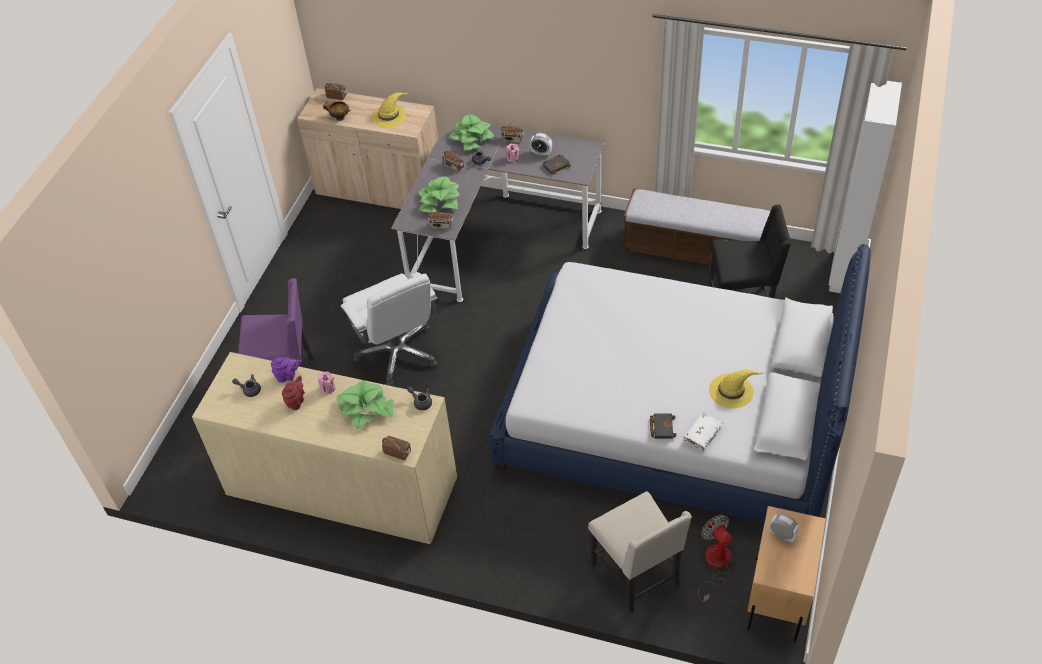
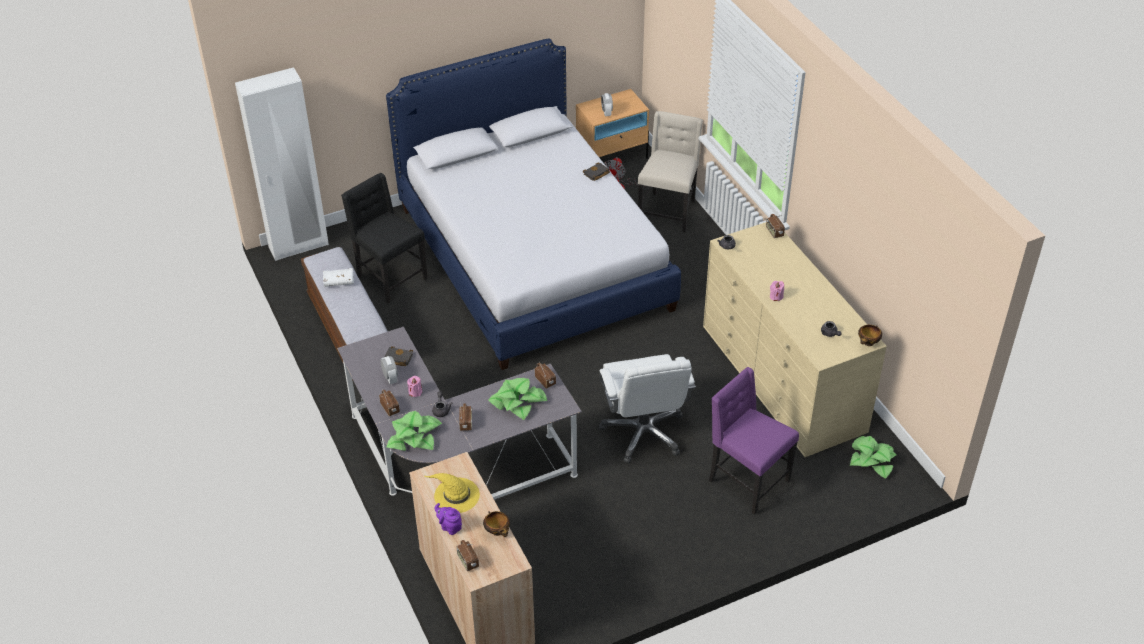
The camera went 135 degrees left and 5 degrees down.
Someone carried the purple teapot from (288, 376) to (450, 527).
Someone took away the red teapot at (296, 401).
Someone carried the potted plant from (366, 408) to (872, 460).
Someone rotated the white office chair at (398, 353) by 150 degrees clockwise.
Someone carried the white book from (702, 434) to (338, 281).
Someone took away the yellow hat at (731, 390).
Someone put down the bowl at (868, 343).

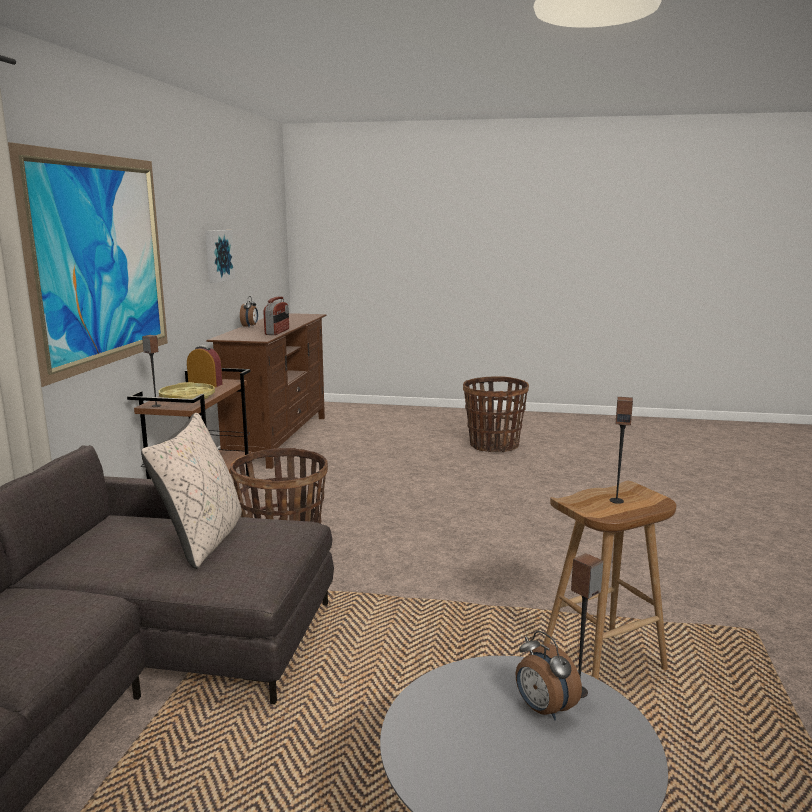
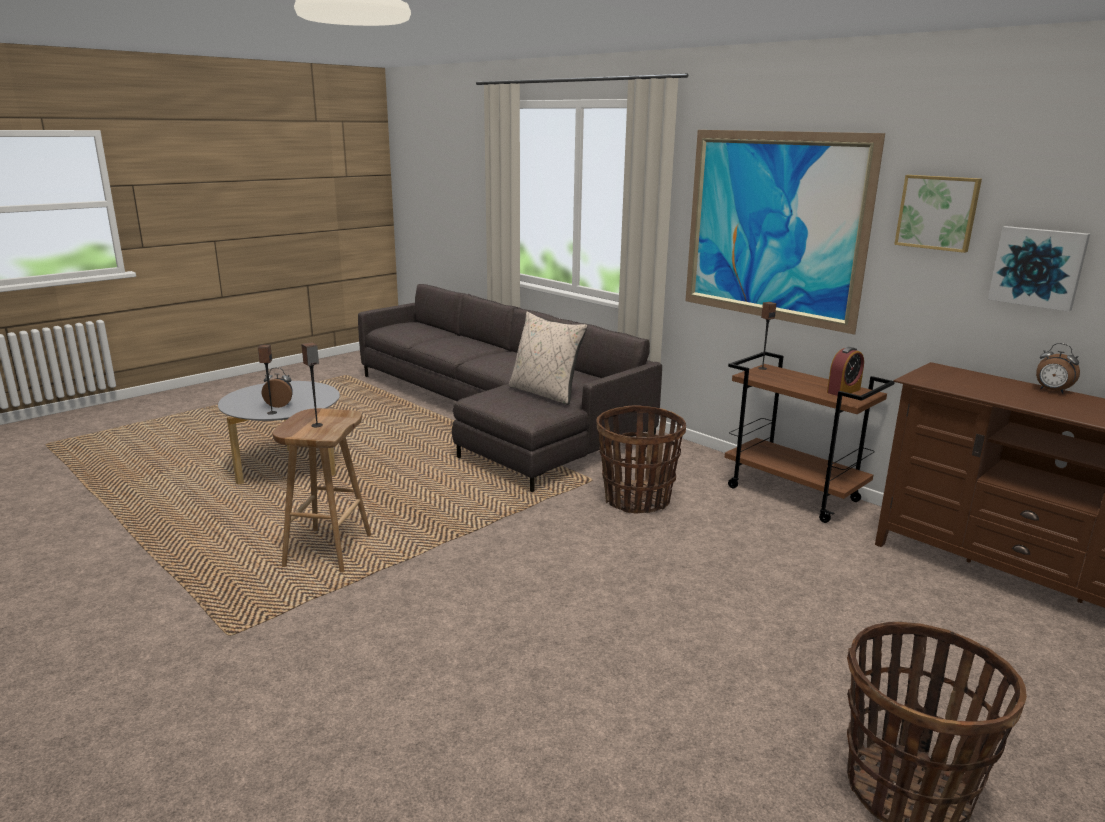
The camera went 125 degrees right and 5 degrees up.
Someone took away the yellow tray at (187, 397).
Someone took away the radio at (277, 332).
Someone put up the picture at (937, 212).

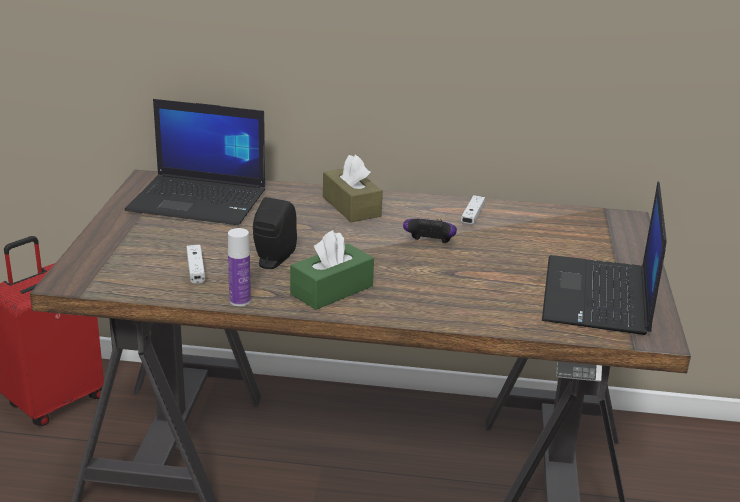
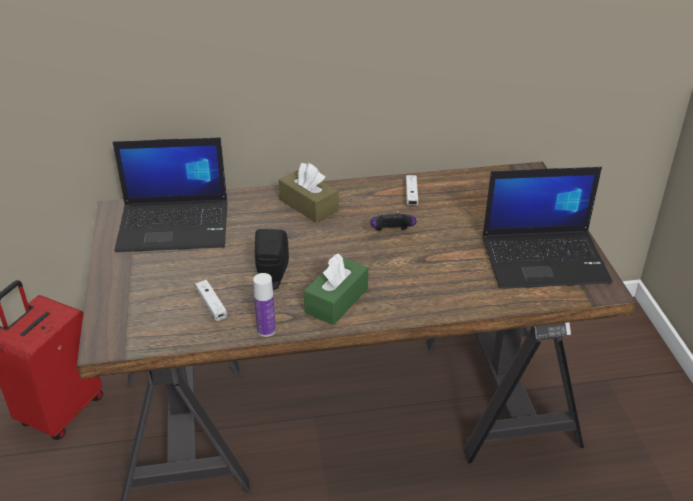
The camera went 15 degrees left and 10 degrees up.
Someone rotated the laptop at (598, 297) by 90 degrees counterclockwise.

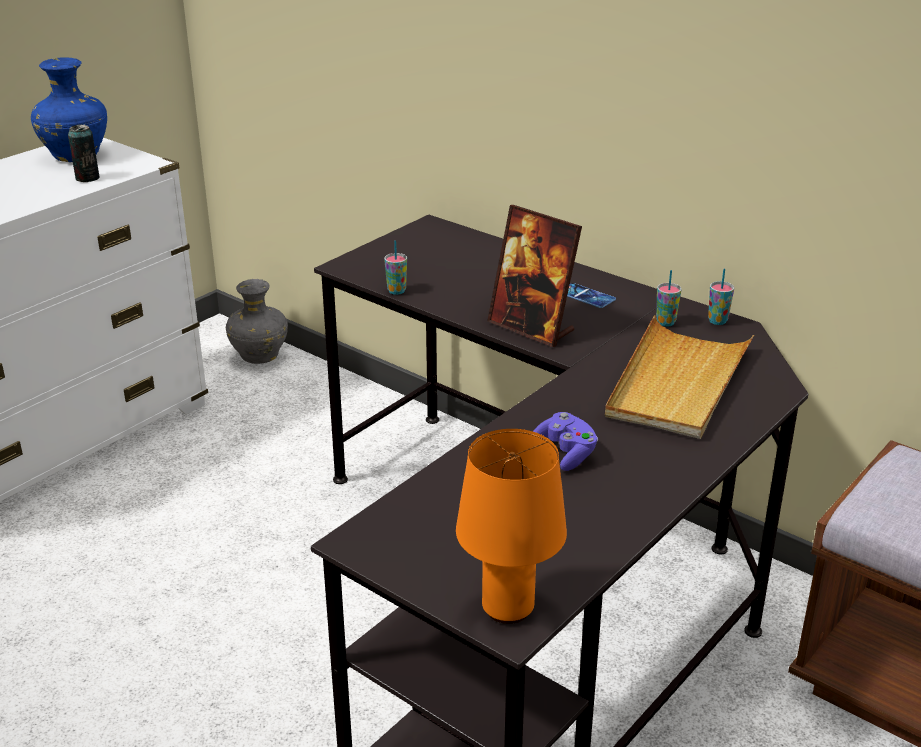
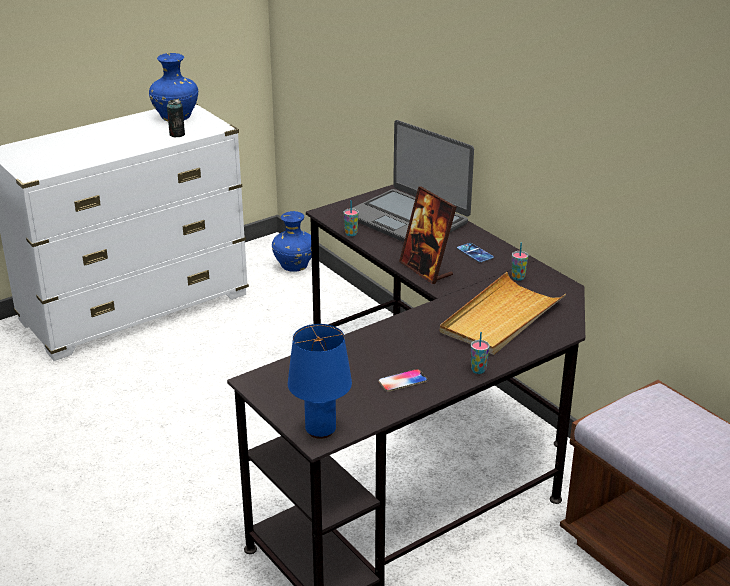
The camera went 15 degrees right and 0 degrees up.
Someone repainted the grey vase at (259, 356), which became the blue vase at (294, 266).
Someone repainted the orange table lamp at (509, 608), which became the blue table lamp at (321, 430).
Someone took away the purple game controller at (566, 453).
Someone carried the cup from (717, 321) to (478, 370).
Someone put down the laptop at (407, 219).
Someone put down the phone at (402, 381).

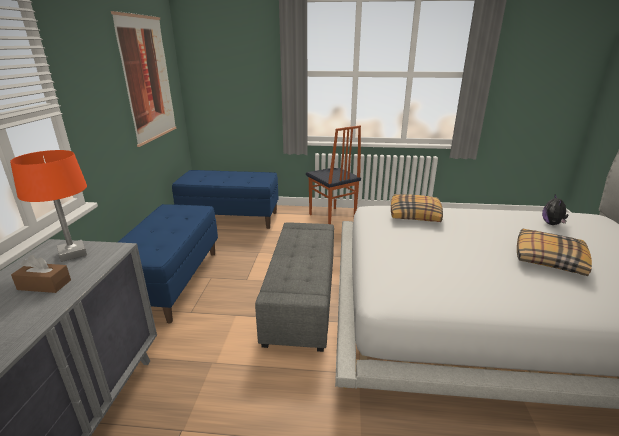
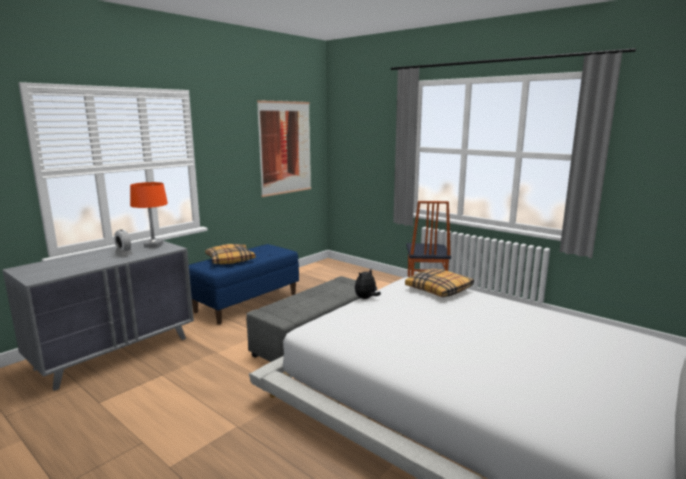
The camera went 35 degrees right and 10 degrees down.
Someone swapped the brown tissue box at (44, 285) for the alarm clock at (124, 254).
Someone took away the blue bench at (231, 218).
Someone carried the pillow from (548, 259) to (230, 260).
Someone carried the plush toy from (552, 224) to (366, 298).

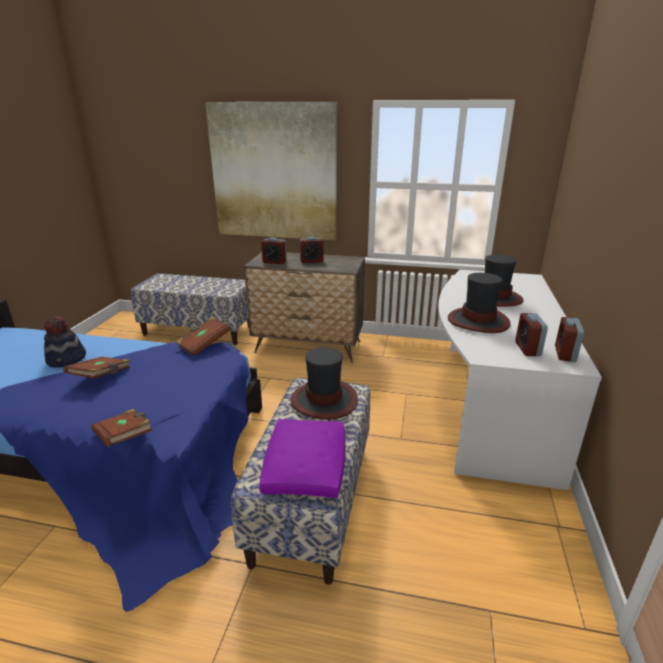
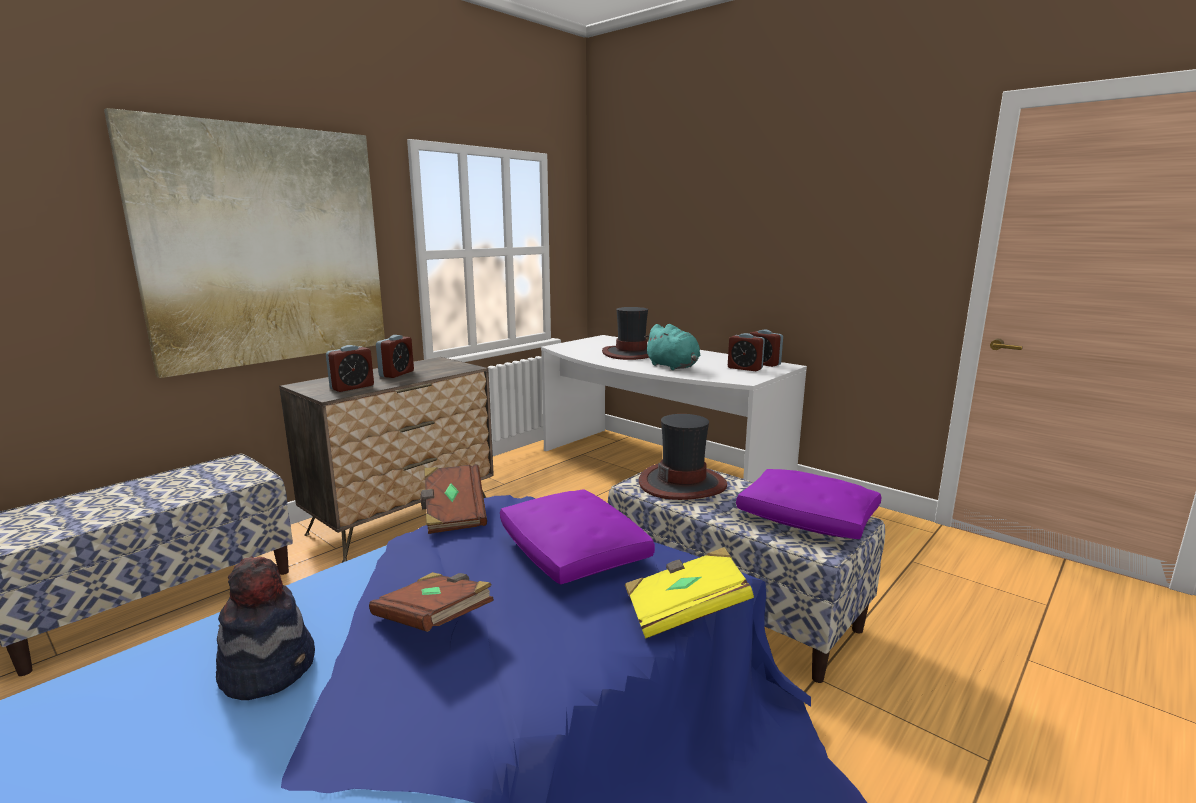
The camera went 60 degrees left and 10 degrees down.
Someone repainted the brown book at (125, 438), which became the yellow book at (685, 612).
Someone swapped the hat at (478, 321) for the turquoise plush toy at (673, 367).
Someone put down the purple pillow at (572, 552).

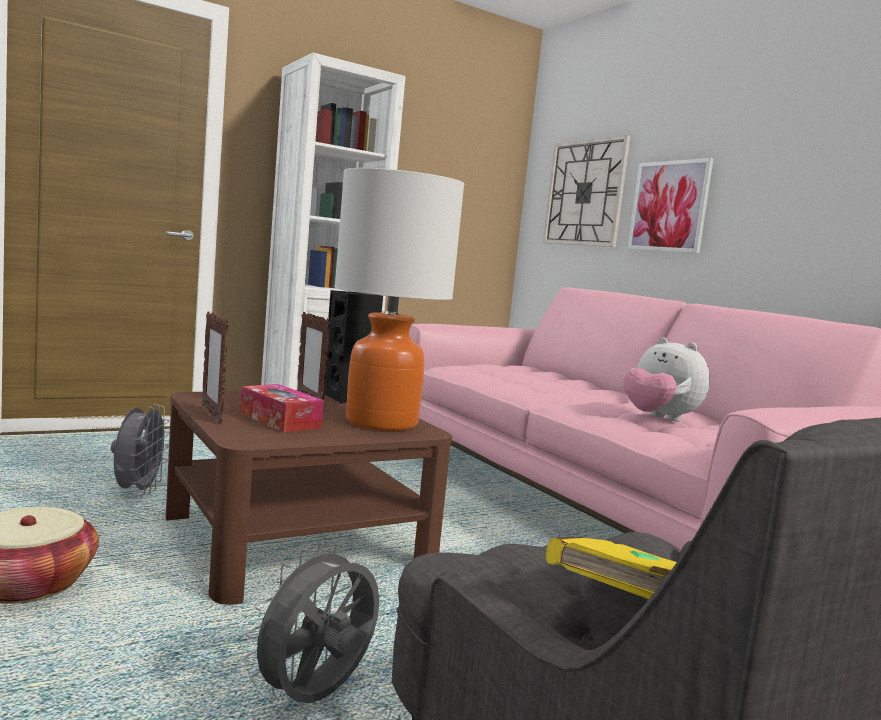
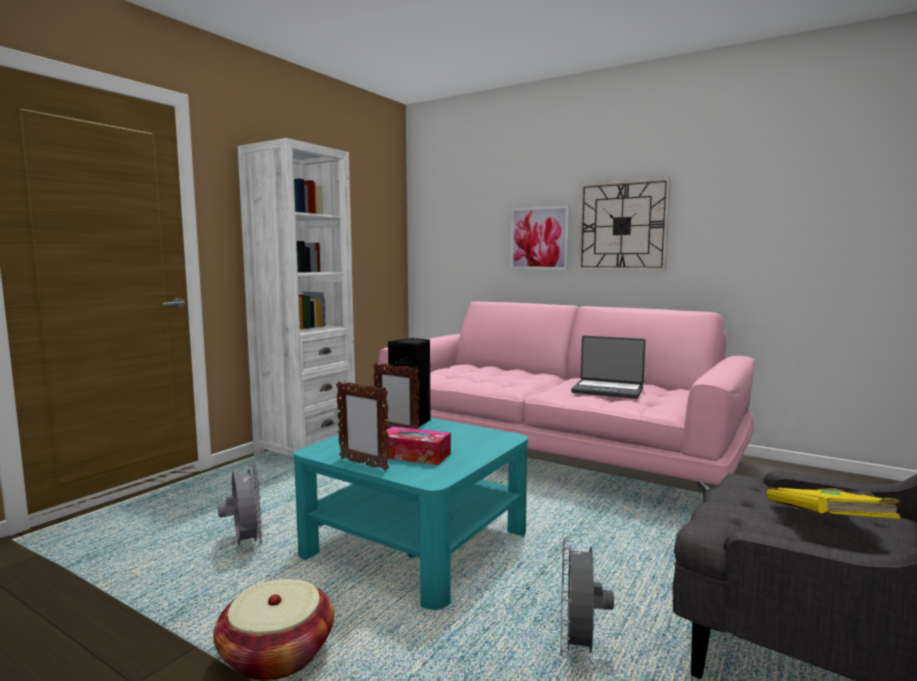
The camera went 25 degrees left and 0 degrees up.
Someone repainted the brown coffee table at (298, 541), which became the turquoise coffee table at (418, 542).
Someone took away the table lamp at (381, 422).
Someone carried the wall clock from (585, 193) to (622, 226).
Someone swapped the plush toy at (659, 418) for the laptop at (608, 390).

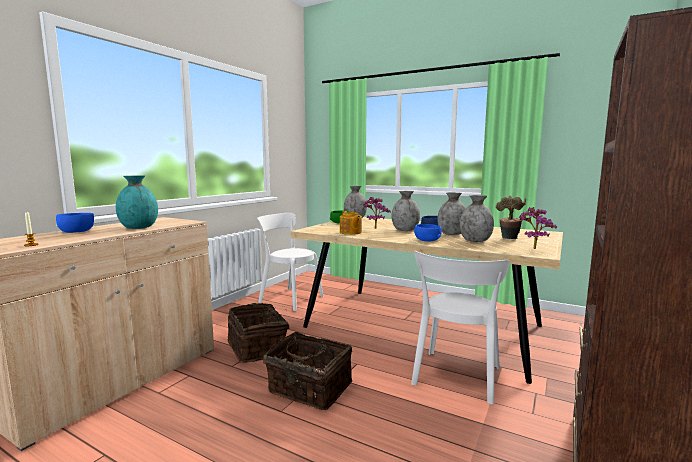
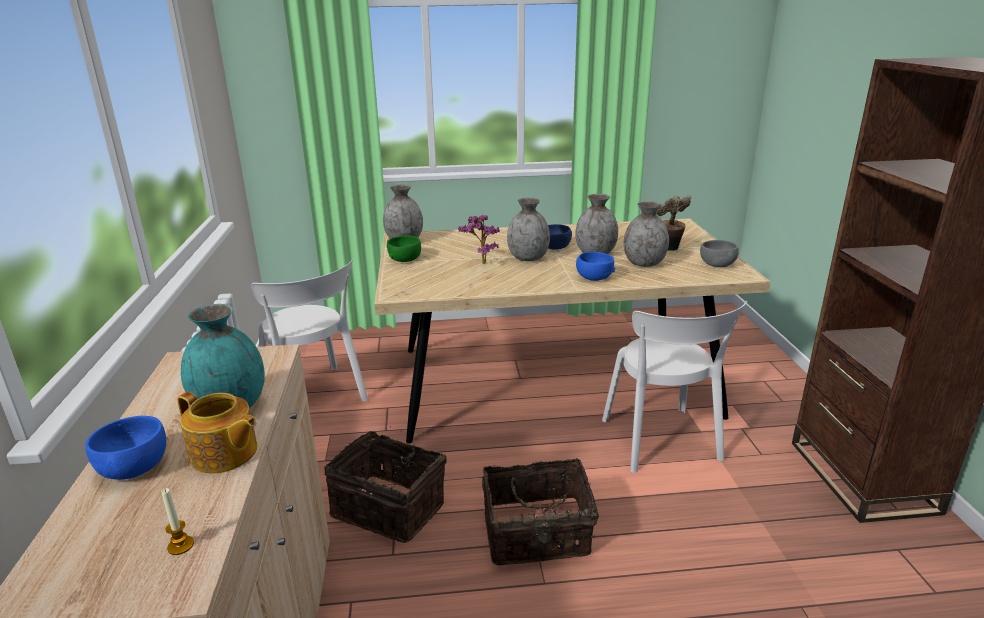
The camera went 35 degrees left and 15 degrees up.
Someone rotated the white chair at (289, 298) by 120 degrees counterclockwise.
Someone carried the teapot from (350, 232) to (224, 454).
Someone swapped the potted plant at (533, 248) for the grey bowl at (717, 264).

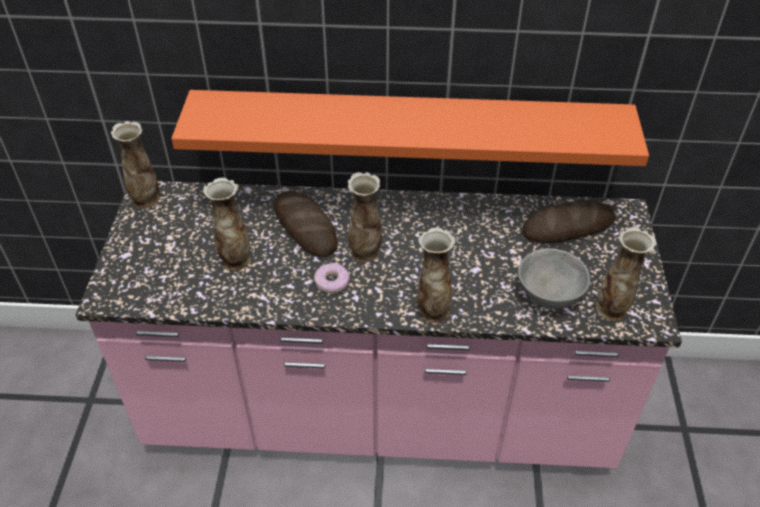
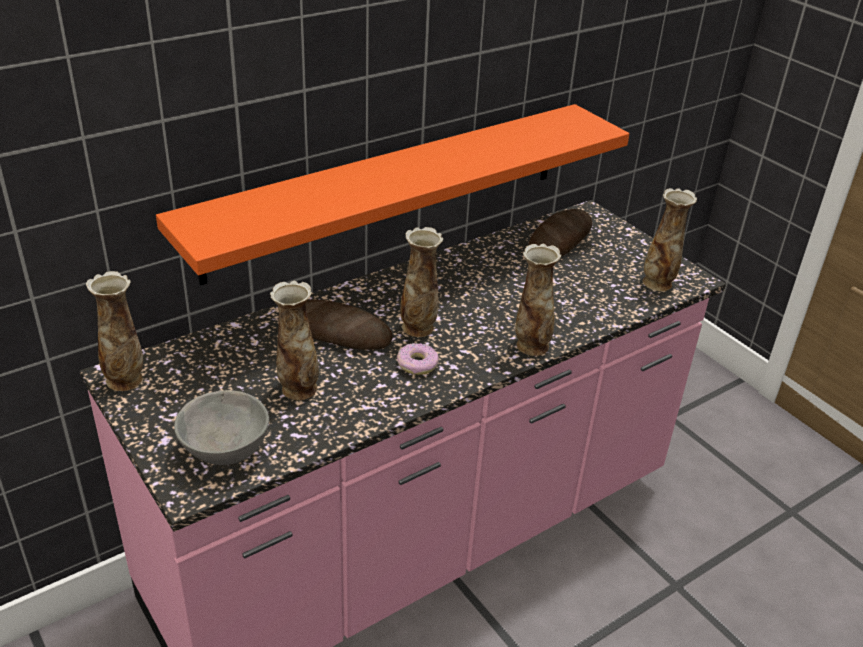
The camera went 40 degrees left and 10 degrees down.
Someone carried the grey bowl from (548, 295) to (224, 451).

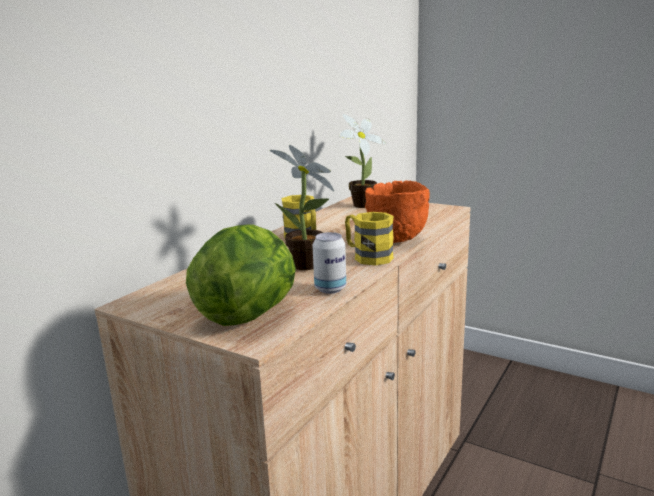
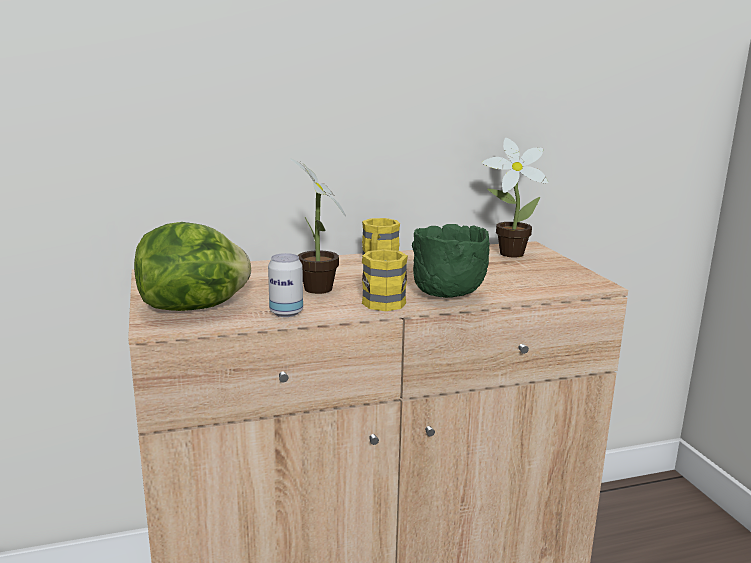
The camera went 40 degrees right and 0 degrees up.
Someone repainted the orange bowl at (398, 240), which became the green bowl at (448, 296).

